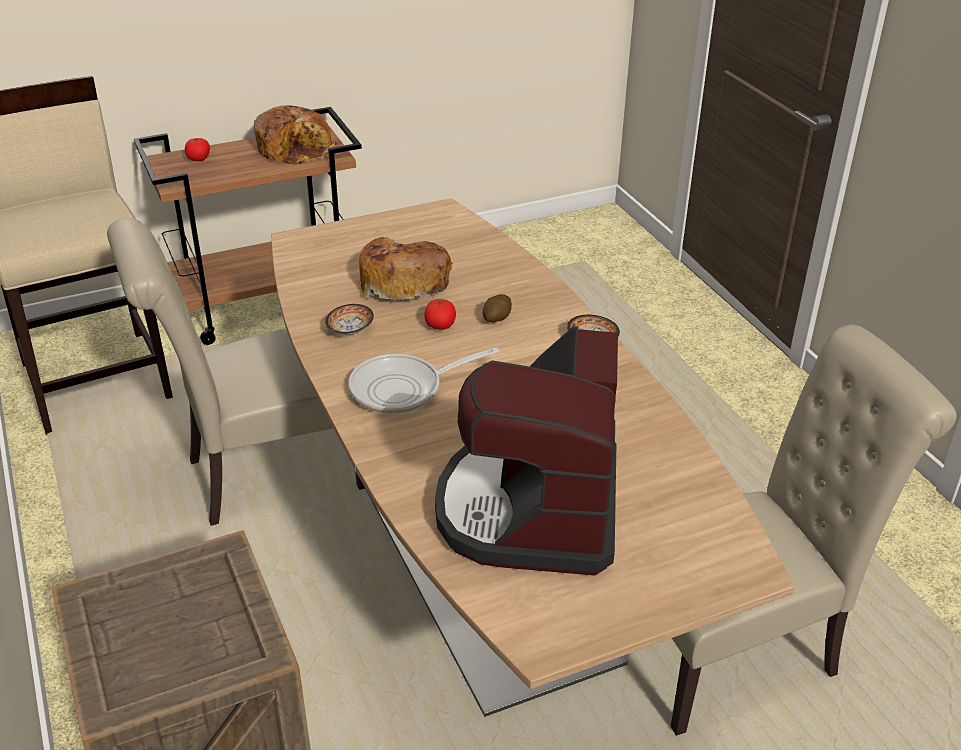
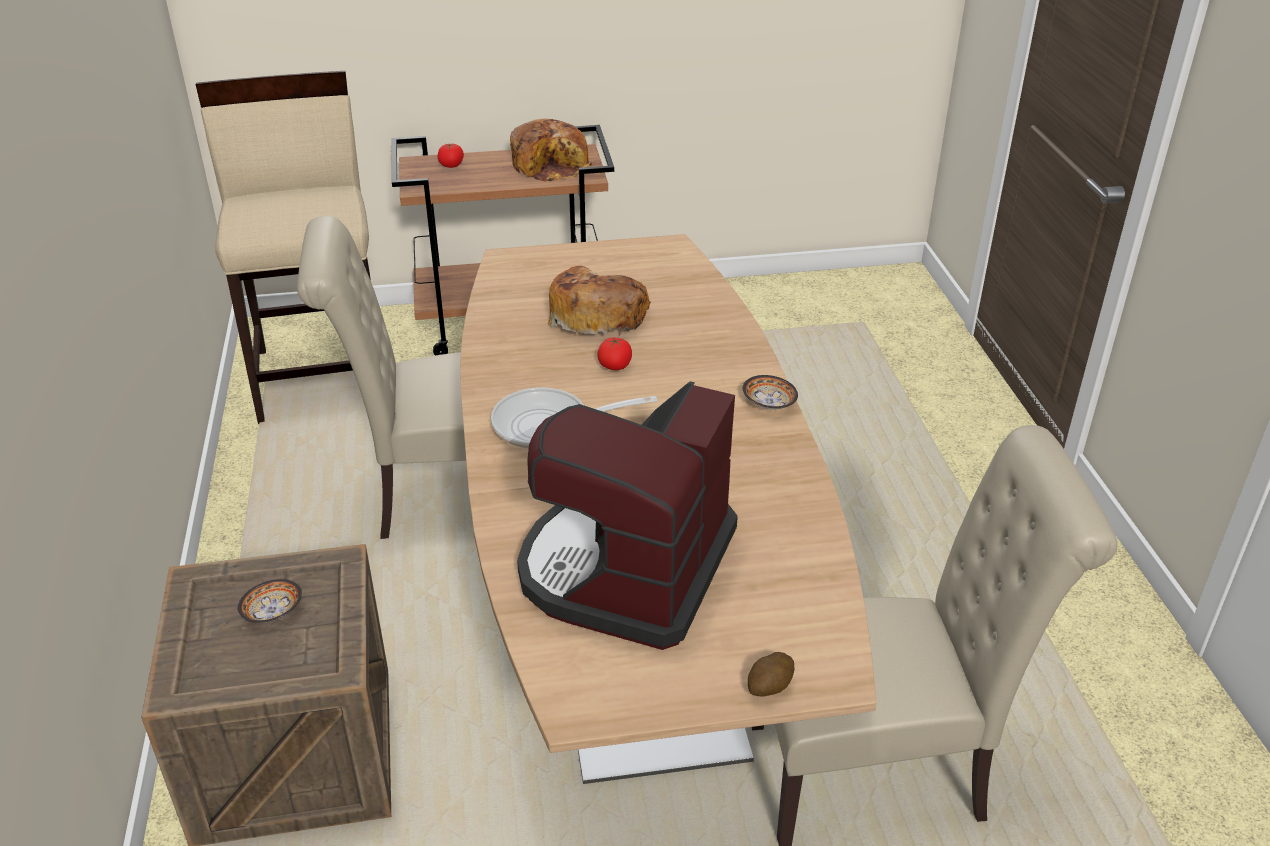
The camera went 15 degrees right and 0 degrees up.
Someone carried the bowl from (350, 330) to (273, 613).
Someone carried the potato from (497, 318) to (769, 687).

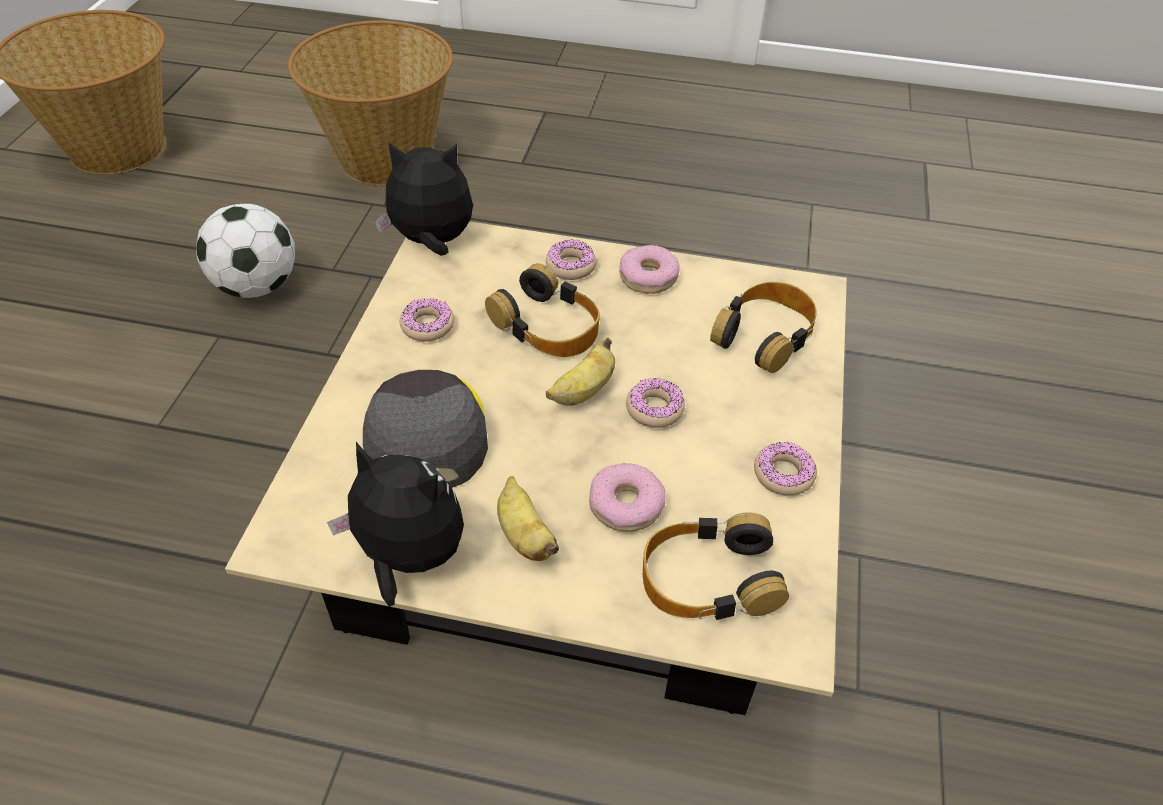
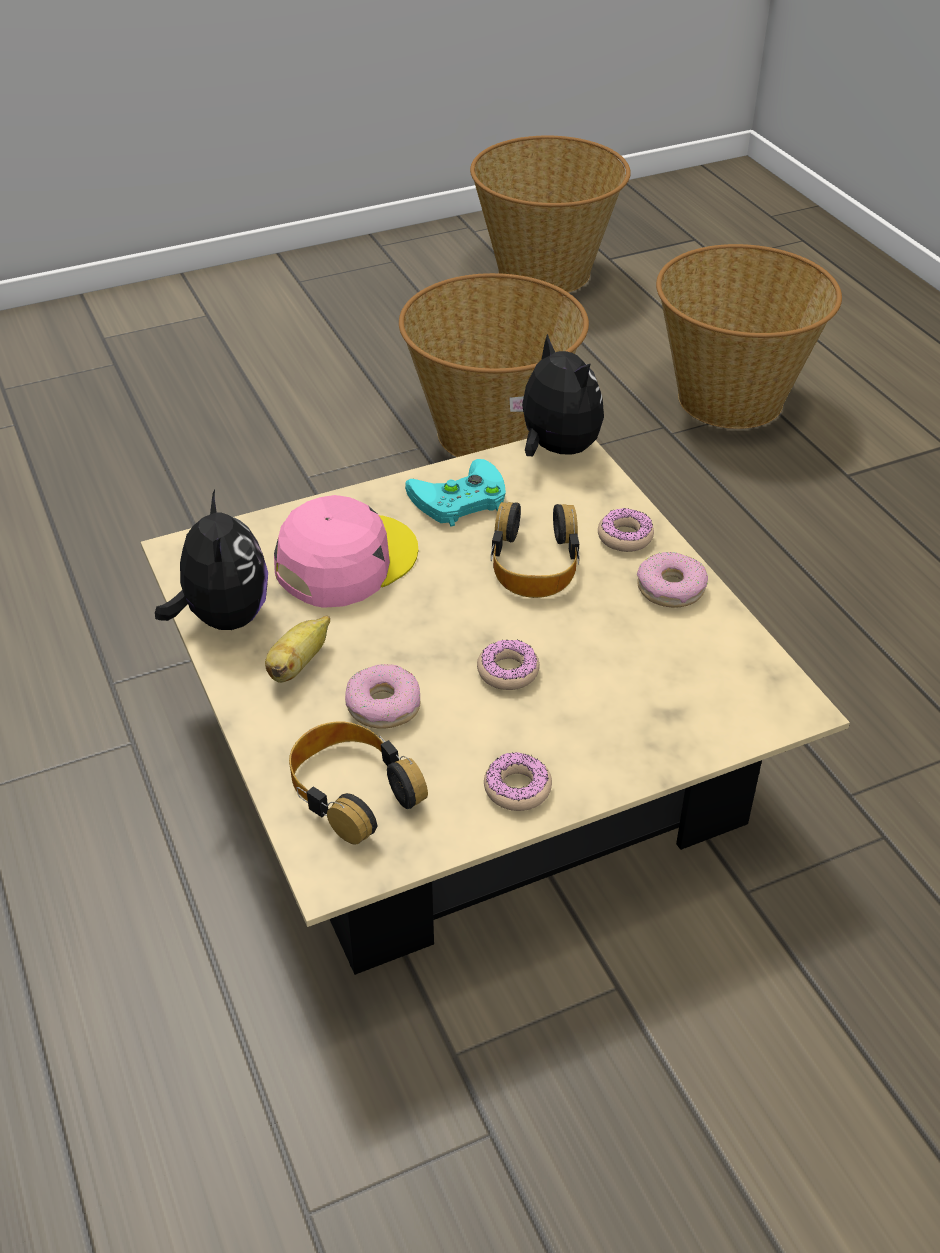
The camera went 55 degrees right and 5 degrees down.
Someone swapped the football at (257, 286) for the basket at (492, 431).
Someone repainted the grey cap at (425, 433), which became the pink cap at (345, 561).
Someone swapped the donut at (427, 325) for the turquoise game controller at (457, 500).
Someone took away the banana at (583, 392).
Someone took away the headphones at (764, 335).

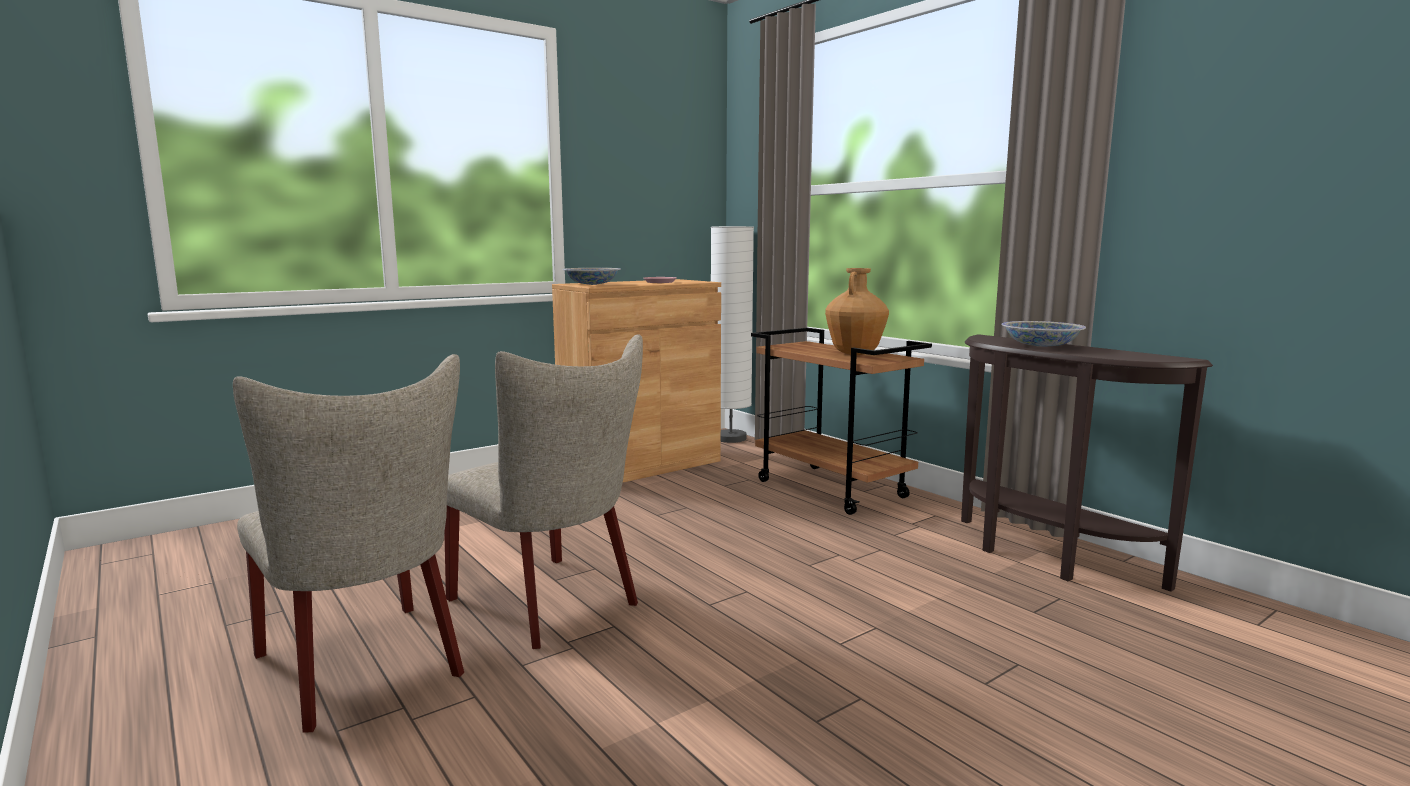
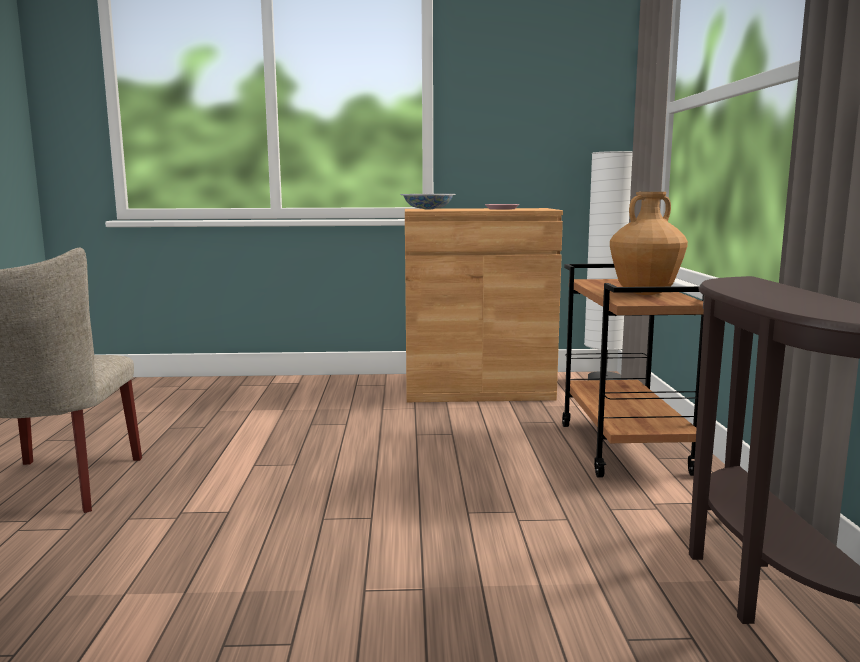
The camera went 35 degrees right and 0 degrees up.
Someone took away the beige chair at (552, 604).
Someone took away the bowl at (1041, 346).

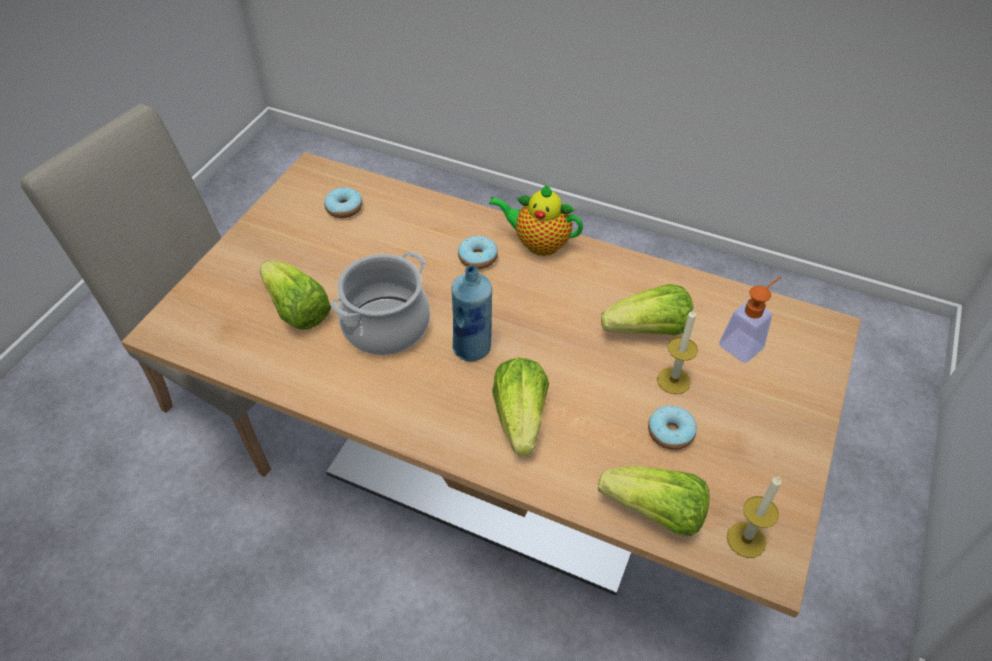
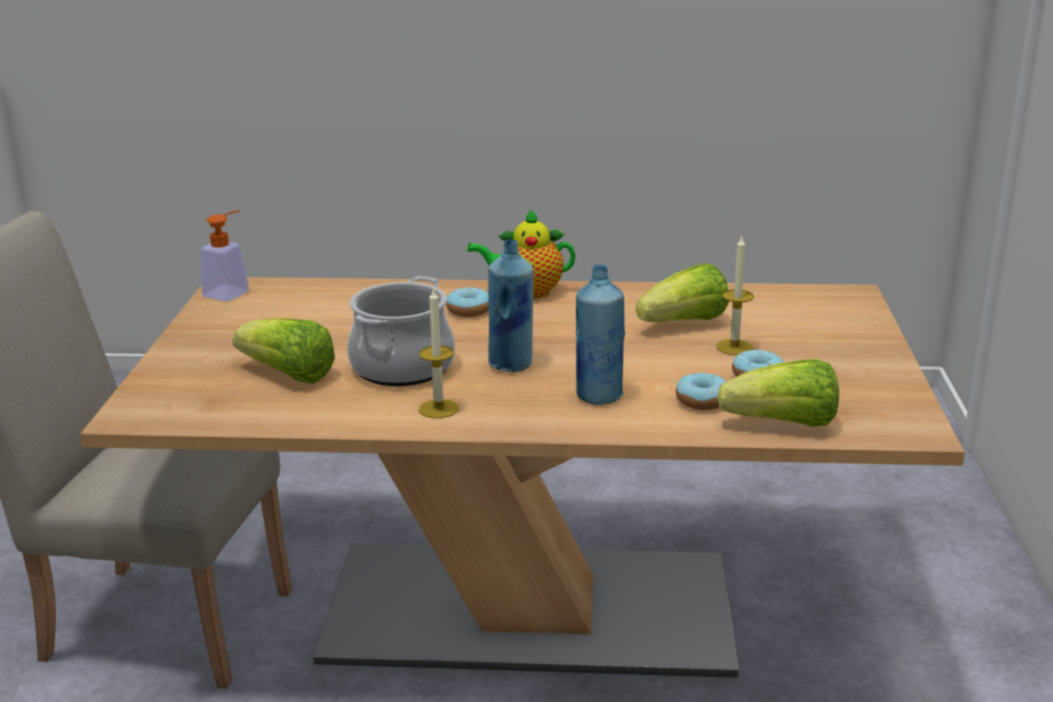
The camera went 20 degrees left and 25 degrees down.
Someone carried the donut from (344, 208) to (702, 401).
Someone swapped the lettuce at (520, 417) for the blue bottle at (599, 396).
Someone carried the soap dispenser from (745, 342) to (231, 292).
Someone carried the candle from (746, 540) to (438, 409).

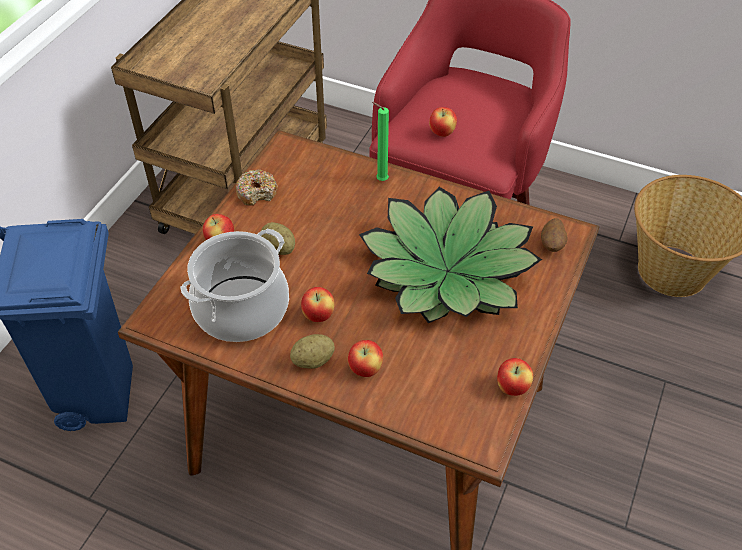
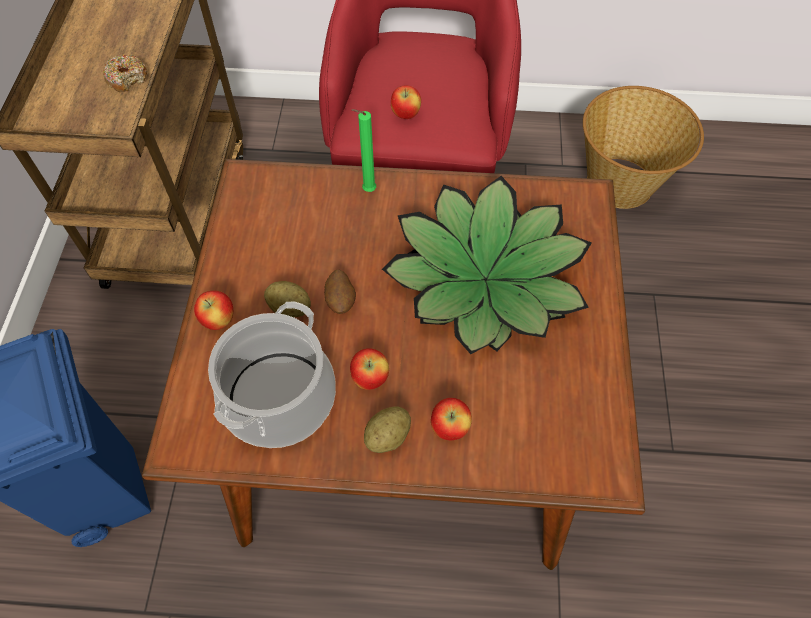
The camera went 20 degrees left and 10 degrees up.
Someone carried the donut from (257, 192) to (127, 78).
Someone took away the apple at (512, 388).
Someone carried the potato from (552, 245) to (341, 300).

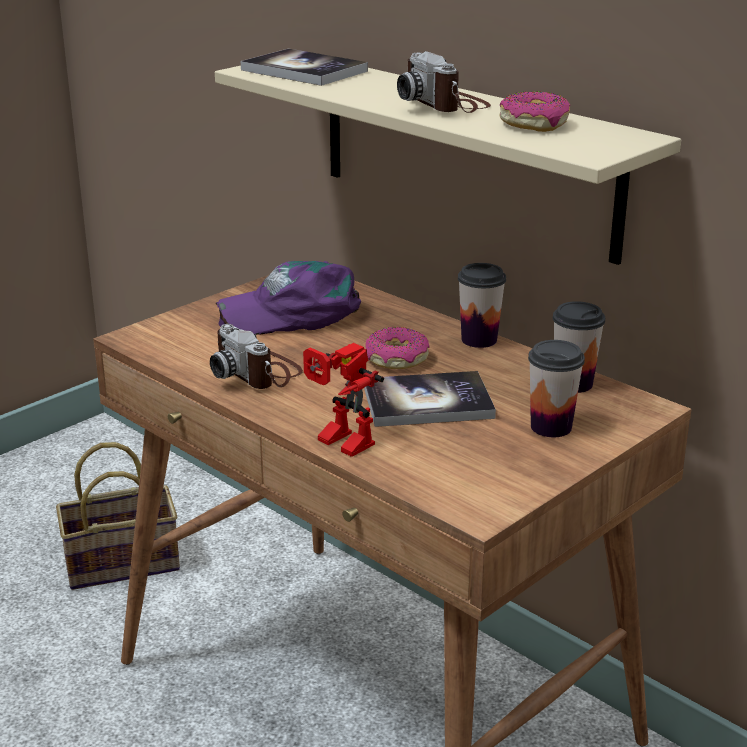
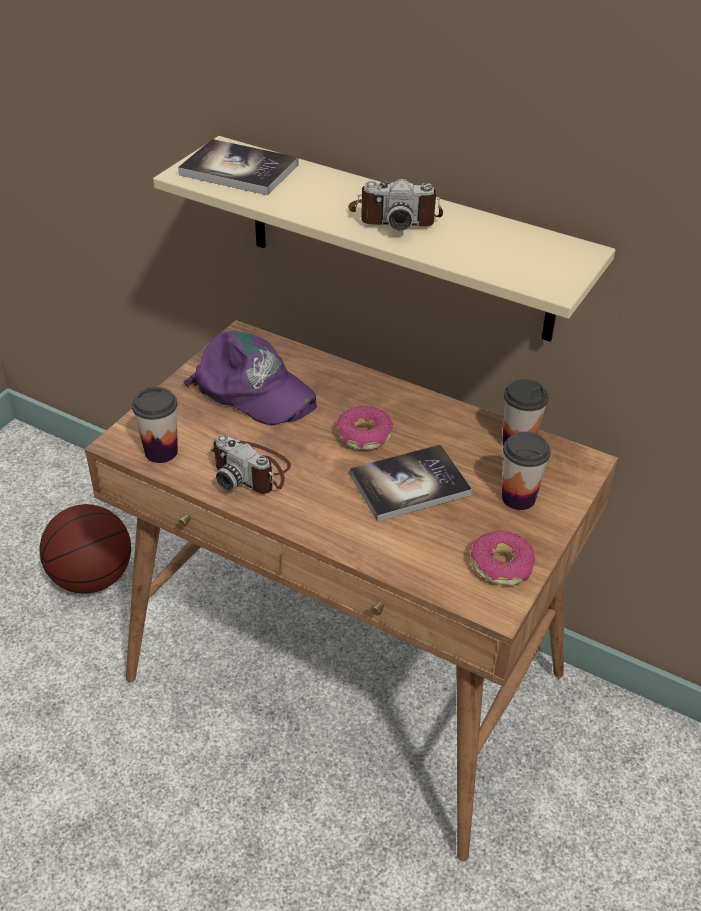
The camera went 15 degrees left and 15 degrees up.
Someone swapped the basket at (124, 562) for the basketball at (92, 578).
Someone rotated the purple cap at (293, 313) by 120 degrees counterclockwise.
Someone took away the toy robot at (338, 443).
Someone rotated the photo camera at (445, 104) by 45 degrees counterclockwise.
Someone carried the cup from (479, 340) to (161, 452).
Someone carried the donut from (534, 124) to (501, 565).

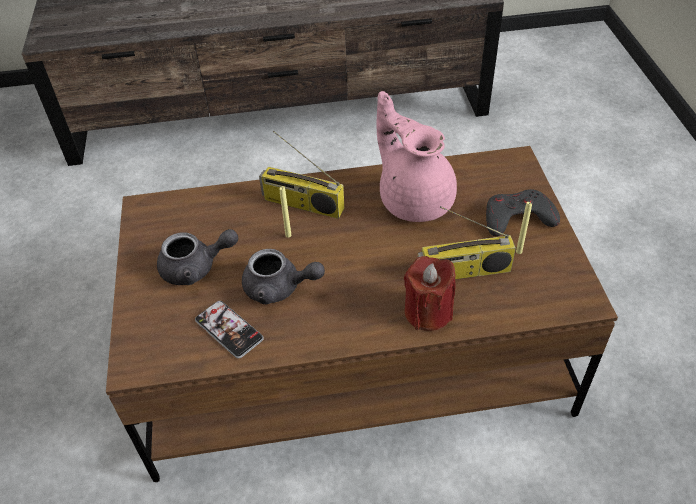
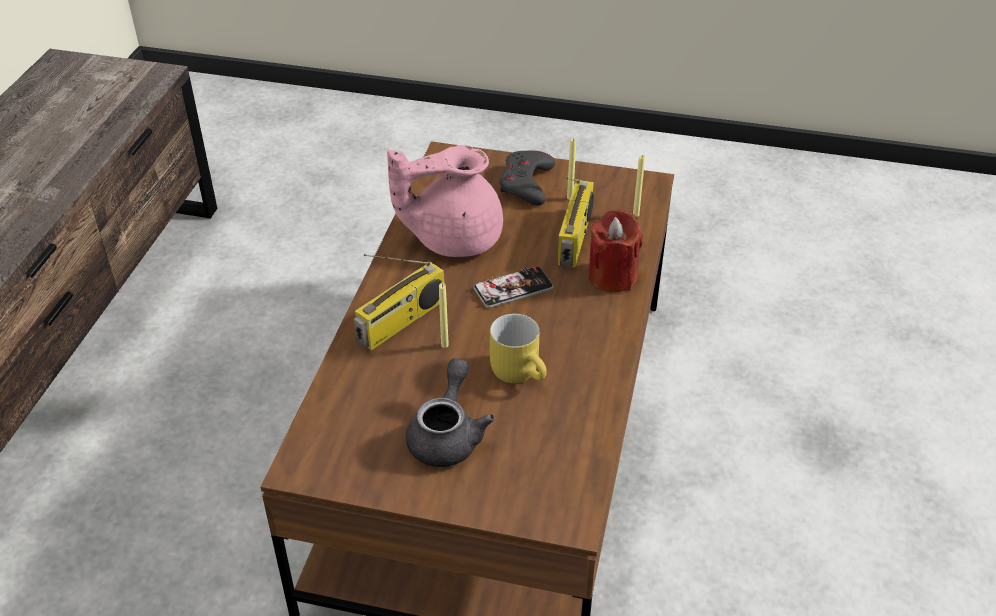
The camera went 70 degrees left and 5 degrees down.
Someone carried the phone from (229, 329) to (513, 288).
Someone swapped the grey teapot at (279, 288) for the yellow mug at (522, 371).
Someone put down the yellow candle at (636, 215).

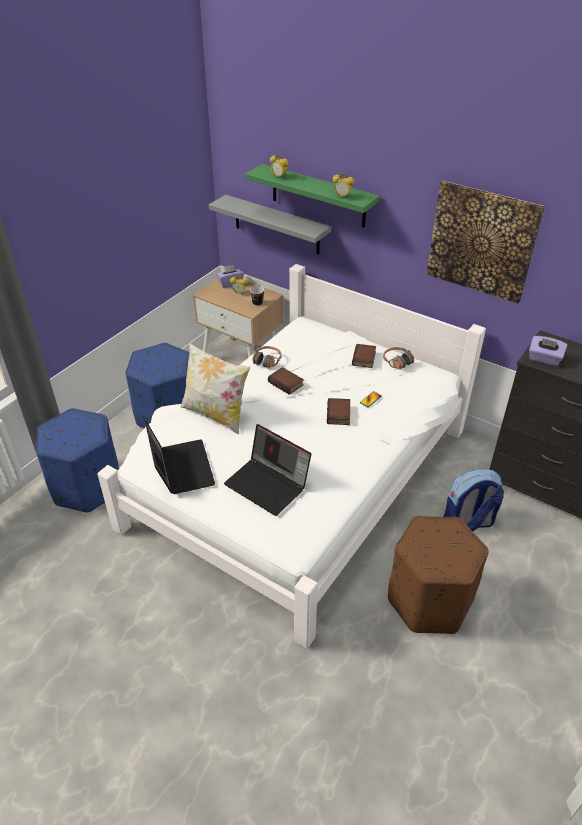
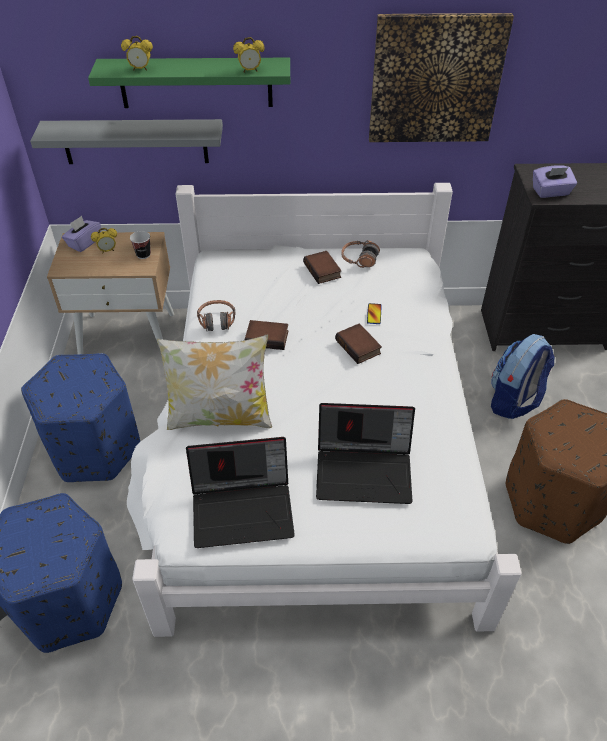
The camera went 35 degrees left and 5 degrees up.
Someone rotated the laptop at (181, 468) by 135 degrees clockwise.

